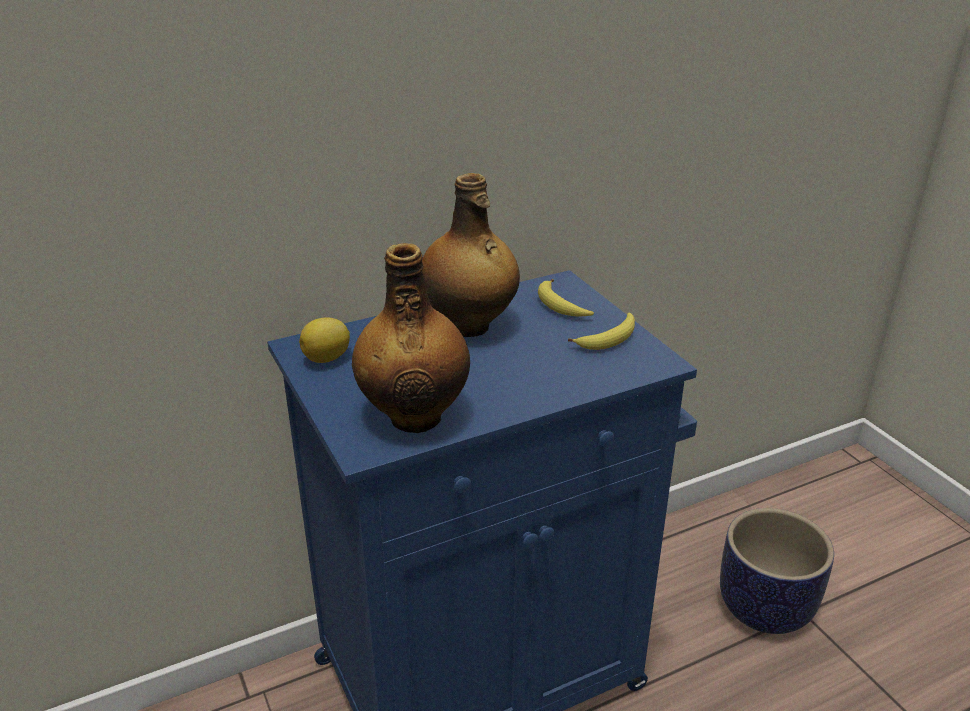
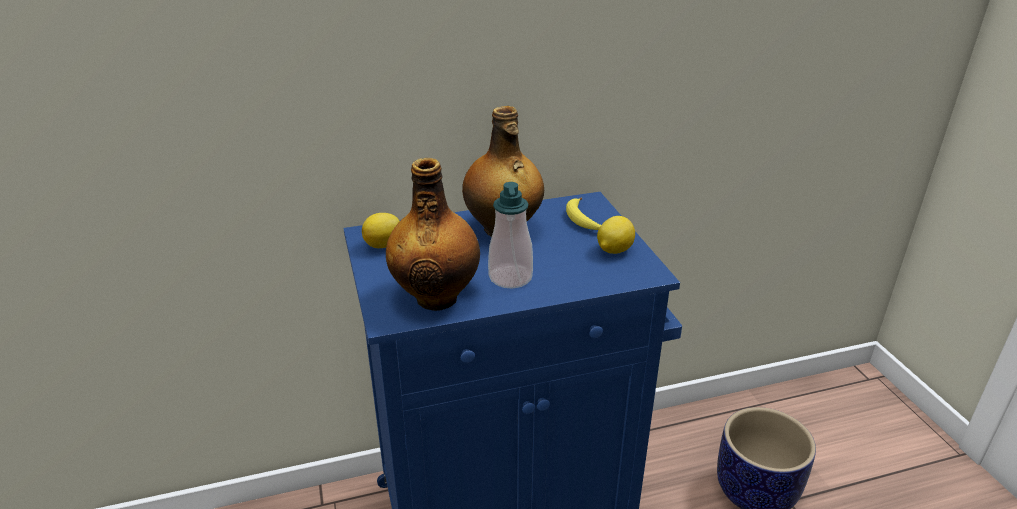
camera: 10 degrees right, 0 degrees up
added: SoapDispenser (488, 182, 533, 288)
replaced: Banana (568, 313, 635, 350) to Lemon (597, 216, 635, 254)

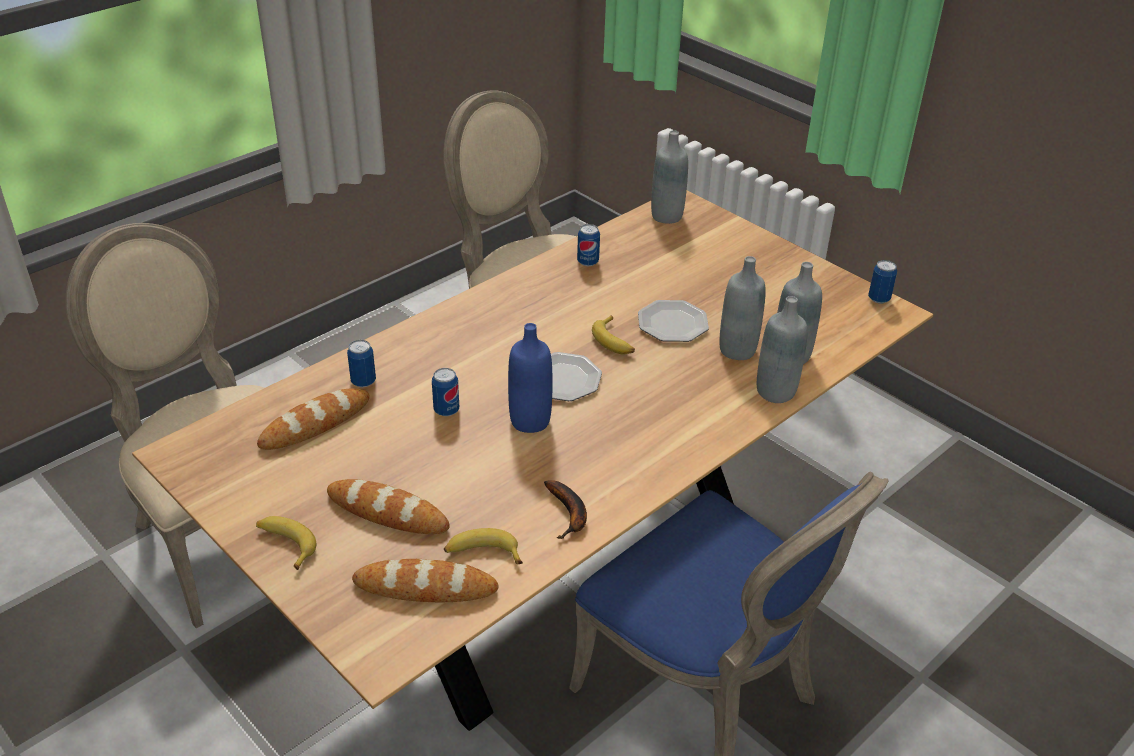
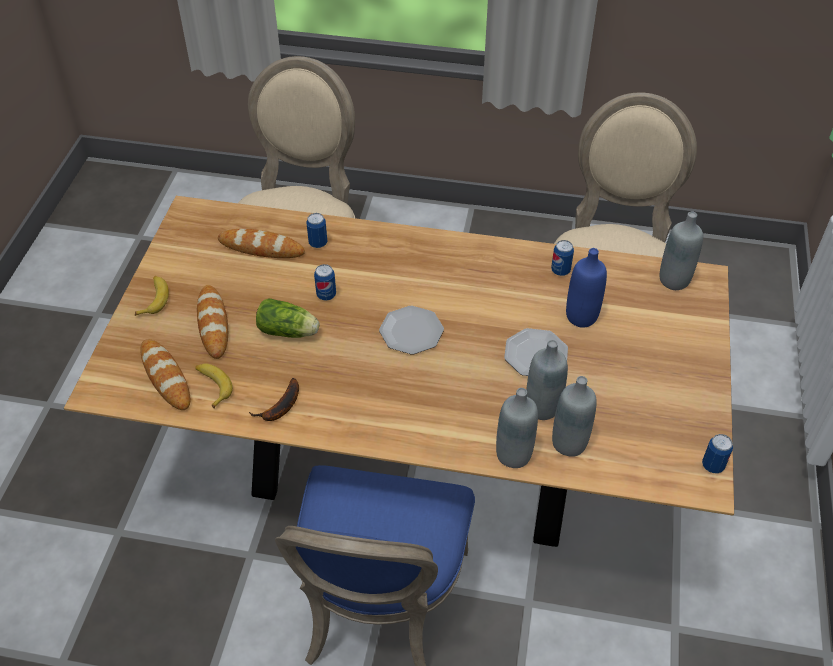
camera: 55 degrees right, 10 degrees up
removed: Banana (592, 315, 635, 354)
added: Lettuce (256, 298, 319, 338)
moved: BlueBottle (508, 323, 553, 433) to (566, 248, 607, 328)

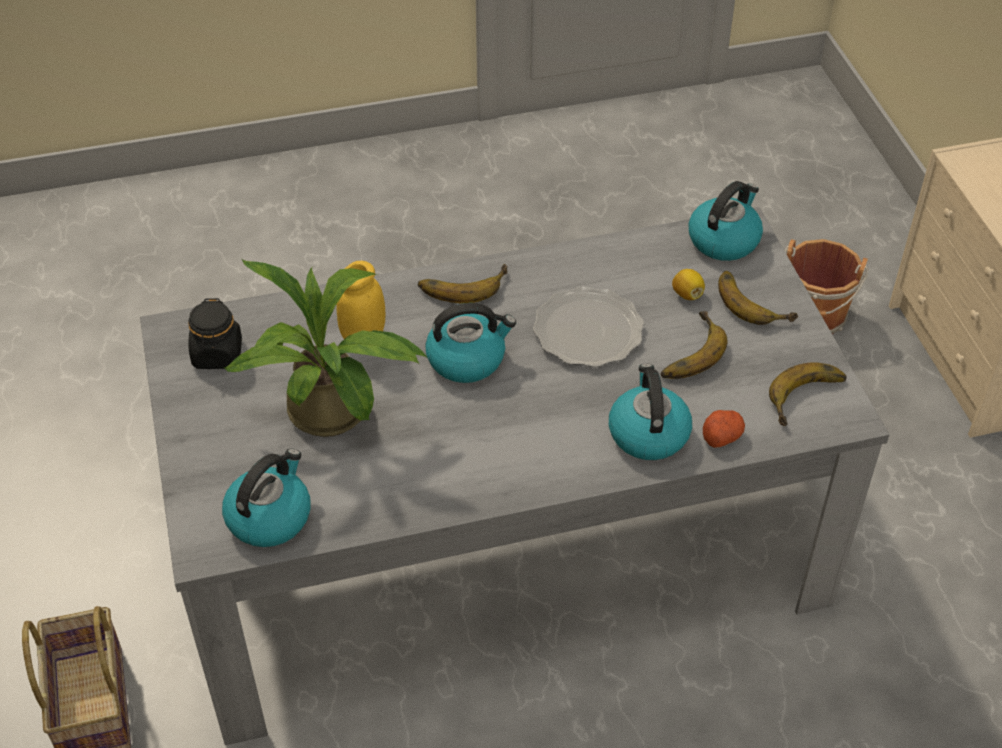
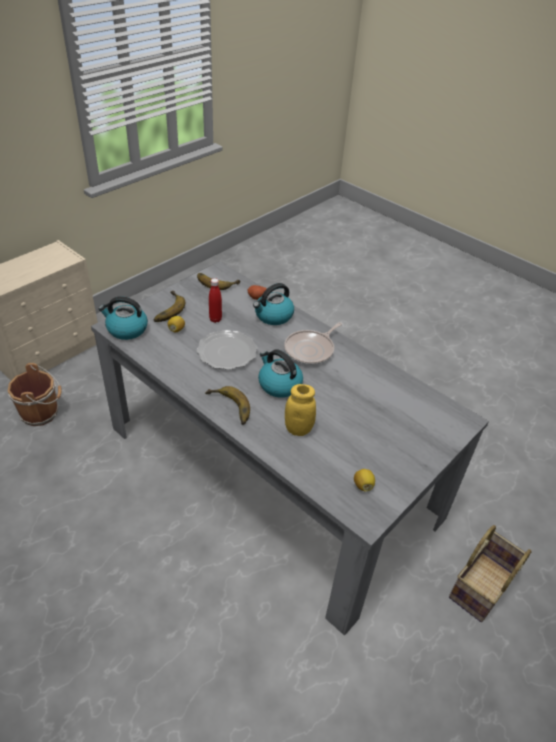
camera: 125 degrees left, 5 degrees down
removed: Kettle (222, 449, 311, 547); PottedPlant (224, 259, 428, 437)
added: FryingPan (284, 322, 342, 365)
replaced: BlackJar (188, 298, 242, 369) to Lemon (354, 469, 375, 491); Banana (661, 311, 727, 379) to RedBottle (209, 278, 222, 323)

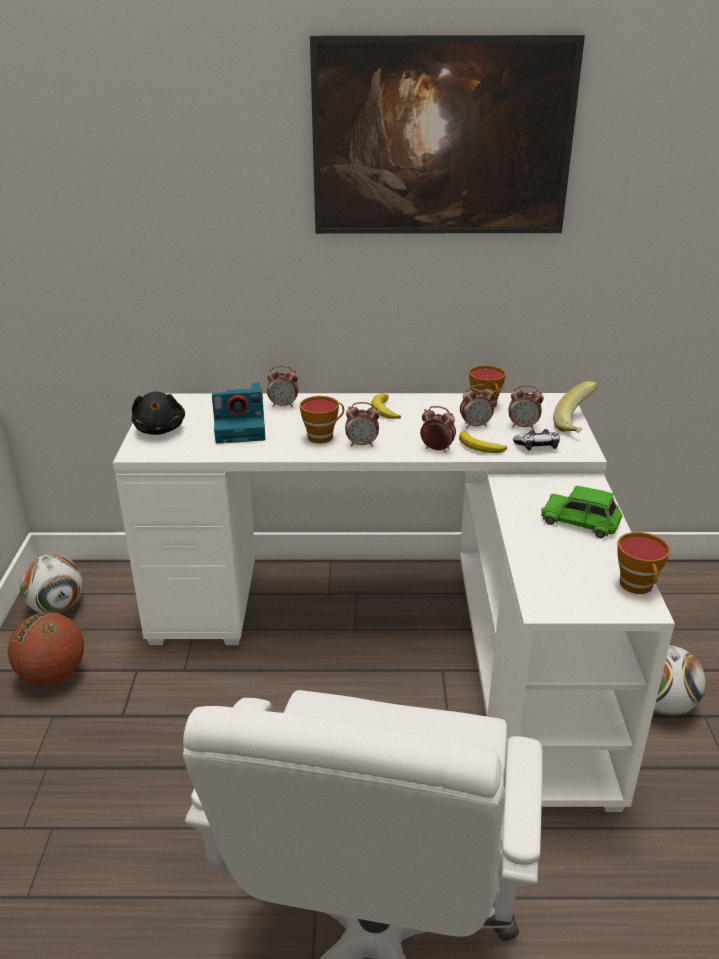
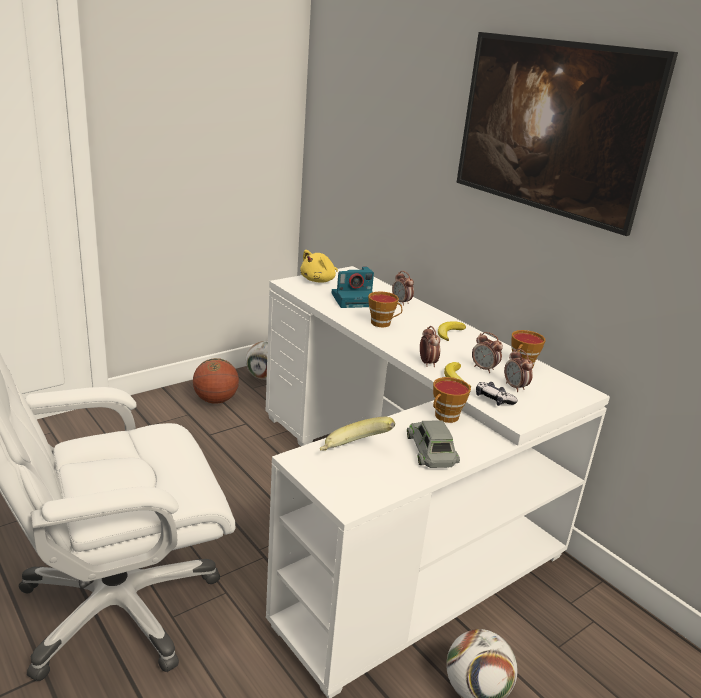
camera: 50 degrees right, 5 degrees down
removed: AlarmClock (345, 402, 380, 447)
moved: Banana (553, 381, 598, 433) to (320, 417, 395, 451); Cup (617, 532, 670, 594) to (433, 377, 471, 423)
recoloured: BlackPlushToy (132, 392, 185, 435) to YellowPlushToy (300, 250, 338, 282); GreenToyCar (541, 486, 623, 538) to GreyToyCar (407, 420, 460, 468)
turned: PhotoCamera (212, 383, 265, 444) = (331, 266, 374, 308) 60 degrees counterclockwise

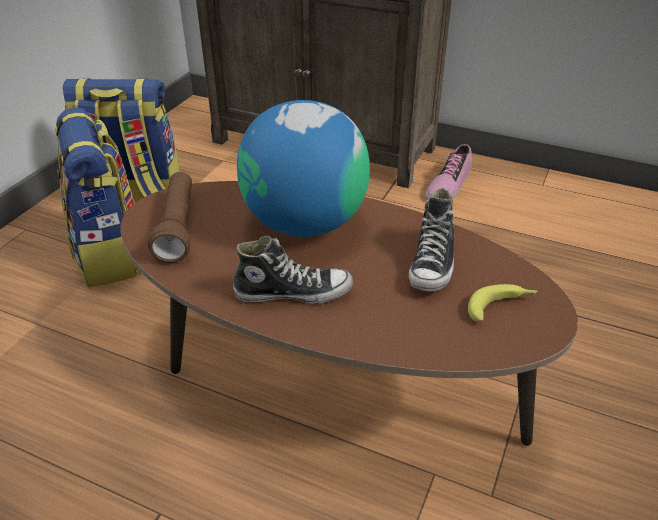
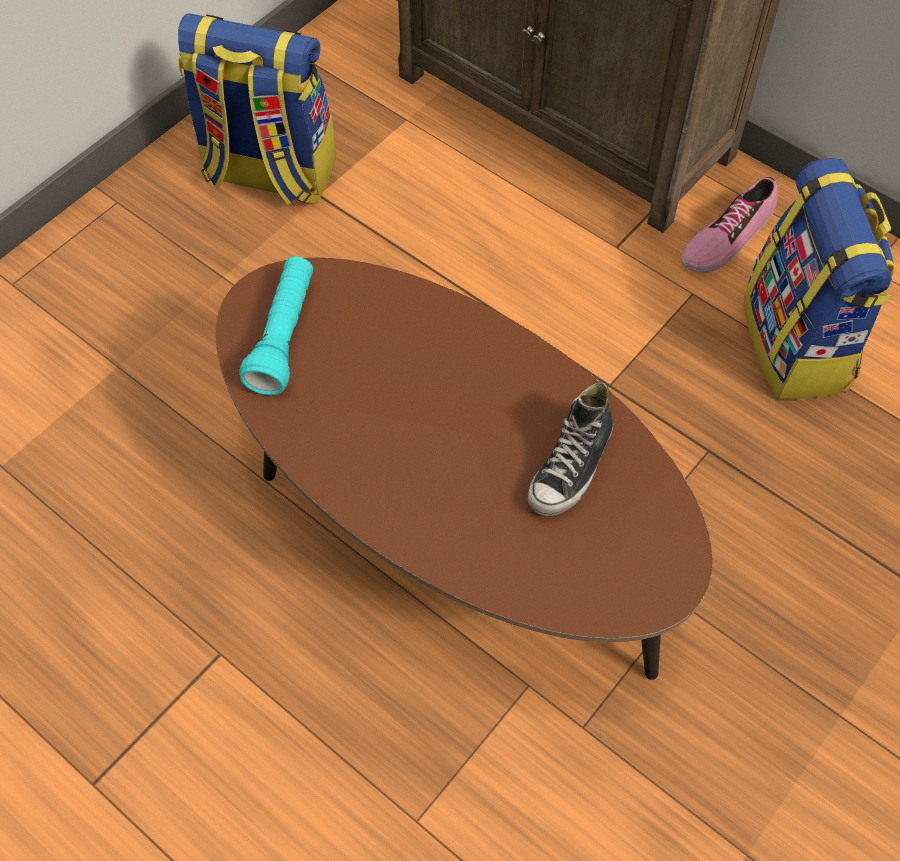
camera: 15 degrees right, 20 degrees up
removed: Shoe (233, 236, 353, 304); Globe (237, 100, 370, 237); Banana (468, 284, 537, 322)
moved: Backpack (56, 107, 141, 287) to (744, 158, 894, 399)
recoloured: BrownFlashlight (148, 172, 192, 263) to TurquoiseFlashlight (239, 257, 313, 396)

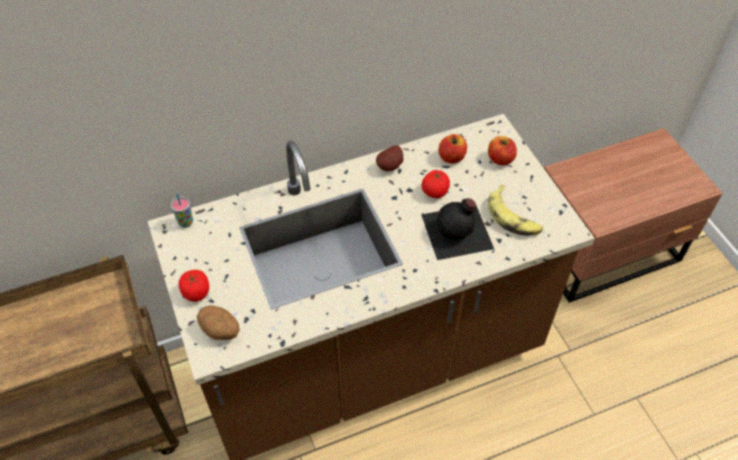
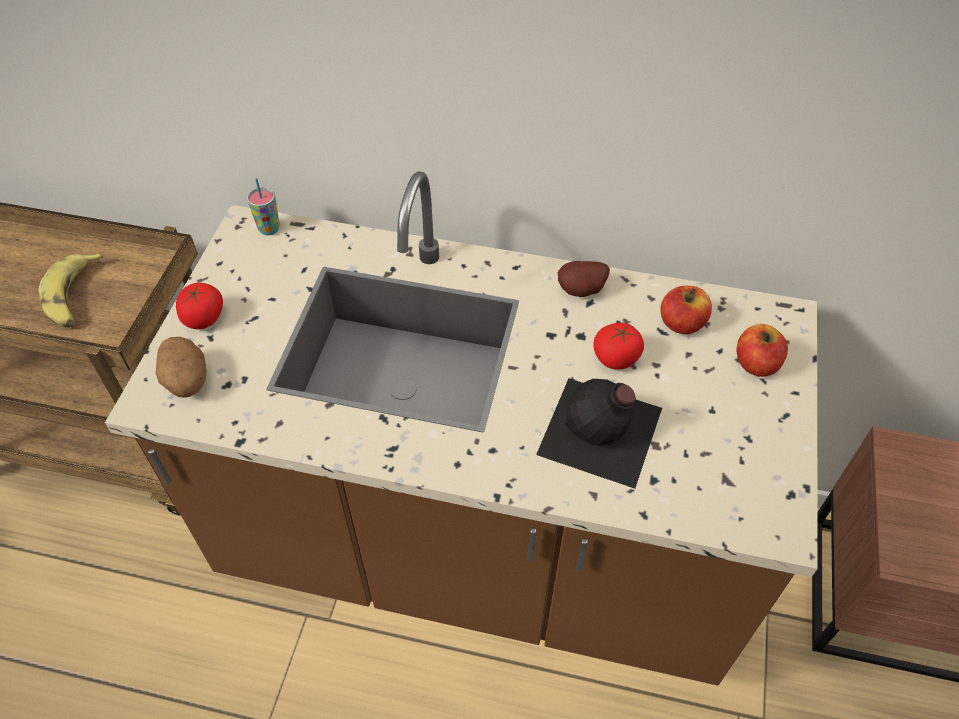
camera: 35 degrees right, 0 degrees up
moved: Banana (488, 185, 543, 236) to (39, 253, 103, 328)

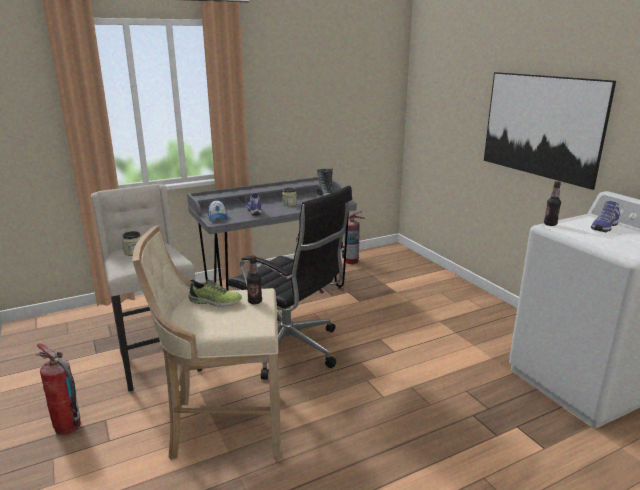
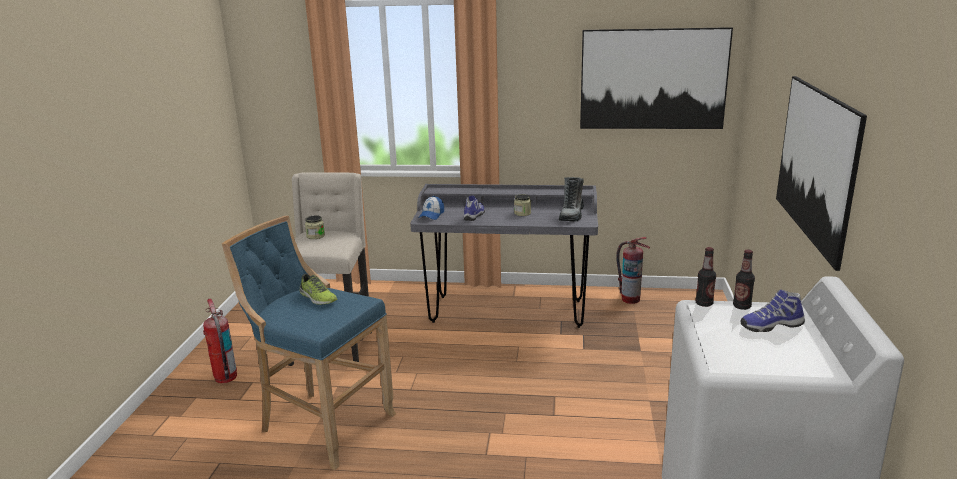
camera: 35 degrees right, 0 degrees up
removed: BlackOfficeChair (228, 186, 352, 379)
added: Picture (580, 27, 733, 129)
moved: Bottle (247, 256, 262, 304) to (733, 249, 755, 310)
recoloured: BeigeStool (132, 226, 282, 462) to BlueStool (222, 216, 396, 470)

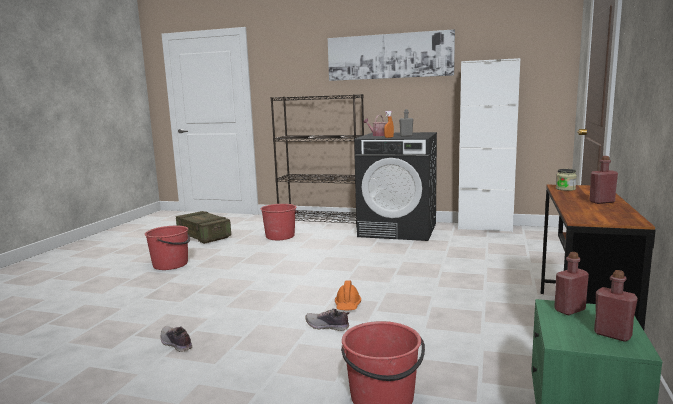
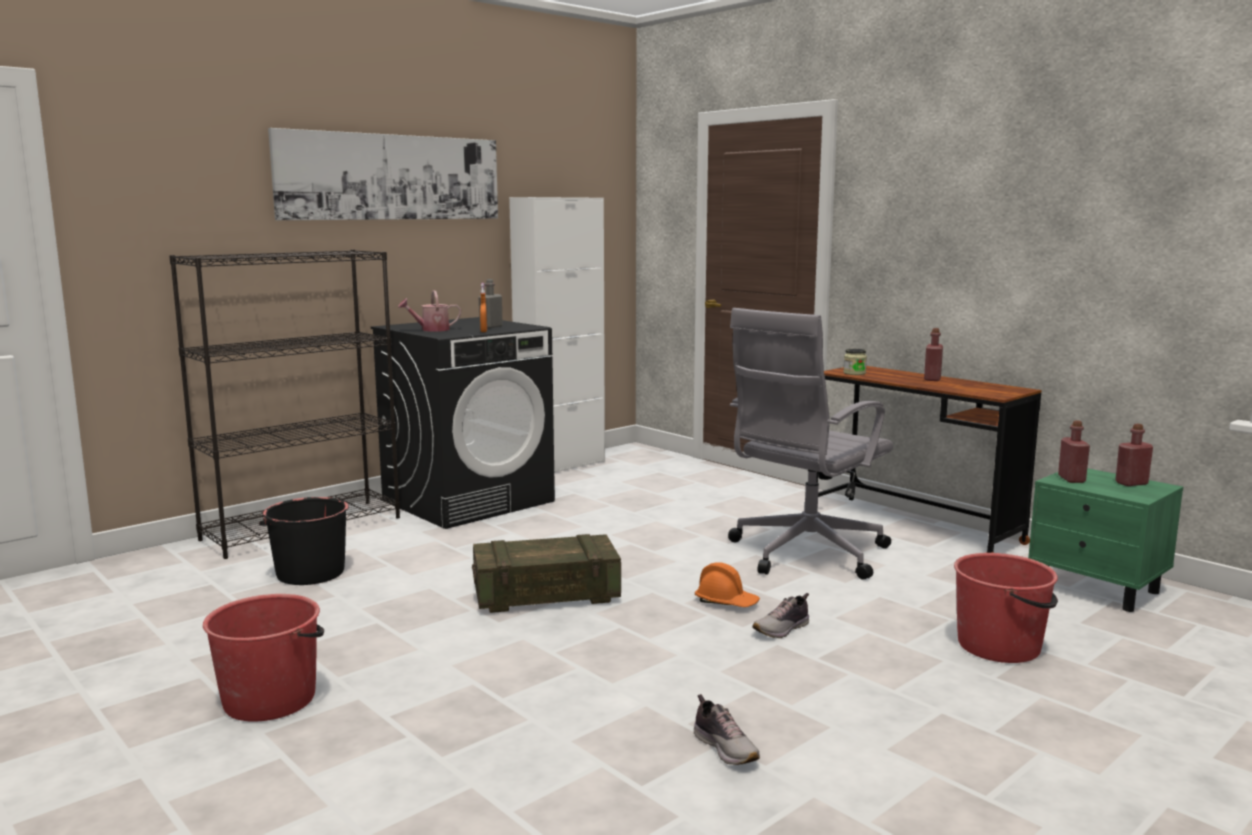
camera: 60 degrees left, 0 degrees up
added: GreyOfficeChair (728, 308, 893, 580)
moved: Crate (176, 211, 231, 244) to (472, 534, 621, 613)
recoloured: RedBucket (260, 204, 298, 240) to BlackBucket (259, 497, 349, 585)
turned: Shoe (161, 326, 192, 352) = (694, 694, 760, 765) 105 degrees counterclockwise

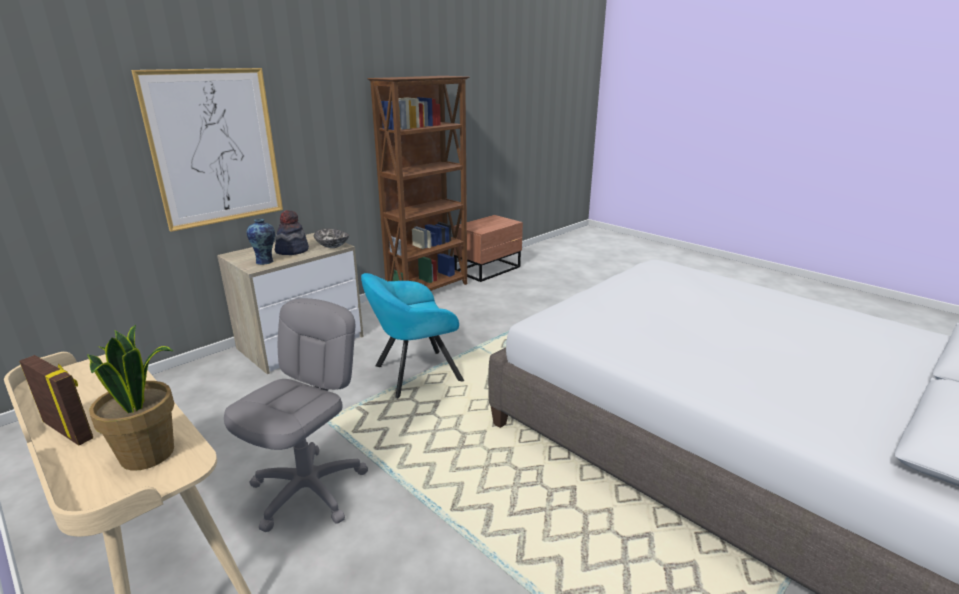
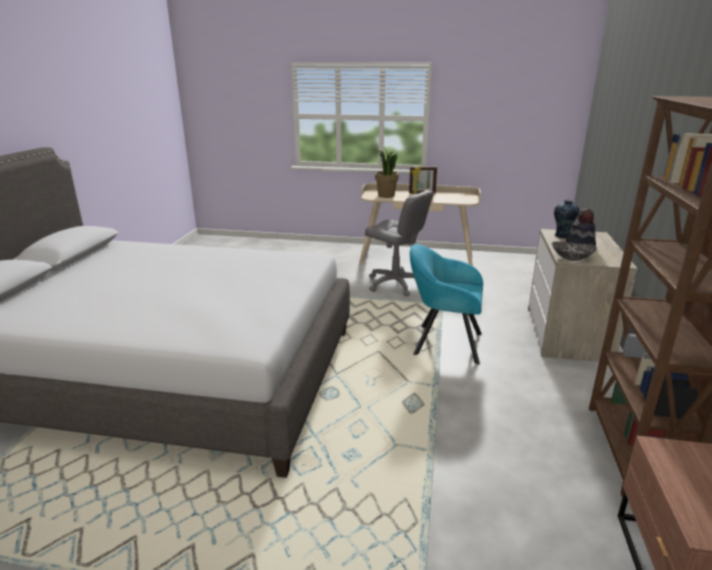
camera: 145 degrees right, 0 degrees up
removed: Picture (131, 68, 283, 232)
turned: GreyOfficeChair (224, 298, 368, 532) = (365, 190, 434, 296) 45 degrees counterclockwise; TurquoiseArmchair (361, 273, 464, 399) = (410, 244, 483, 365) 105 degrees counterclockwise

